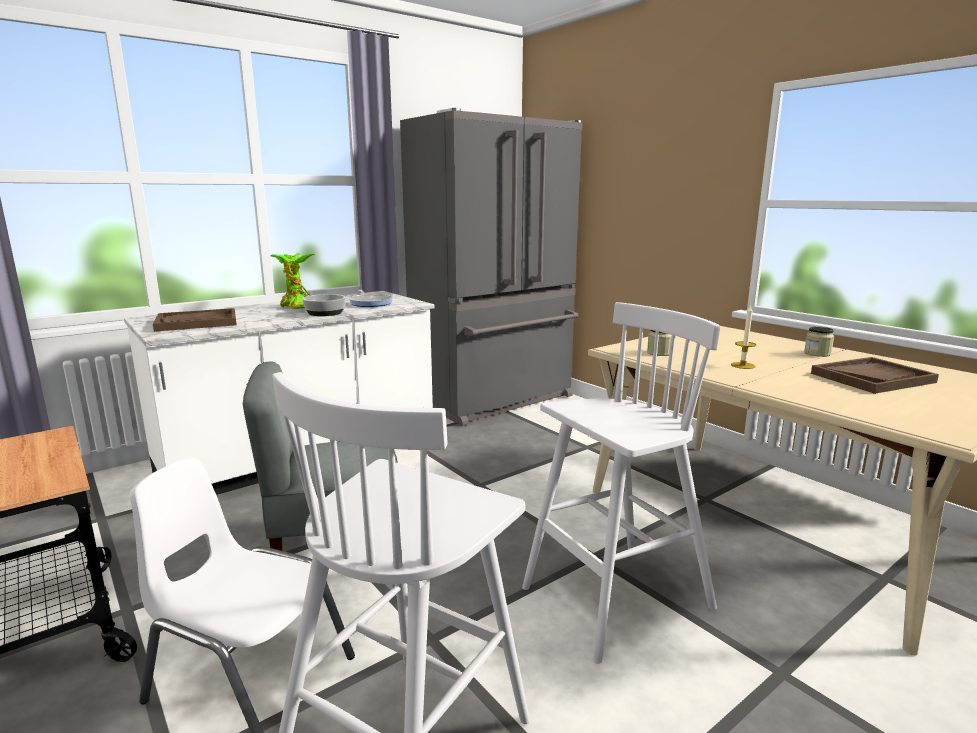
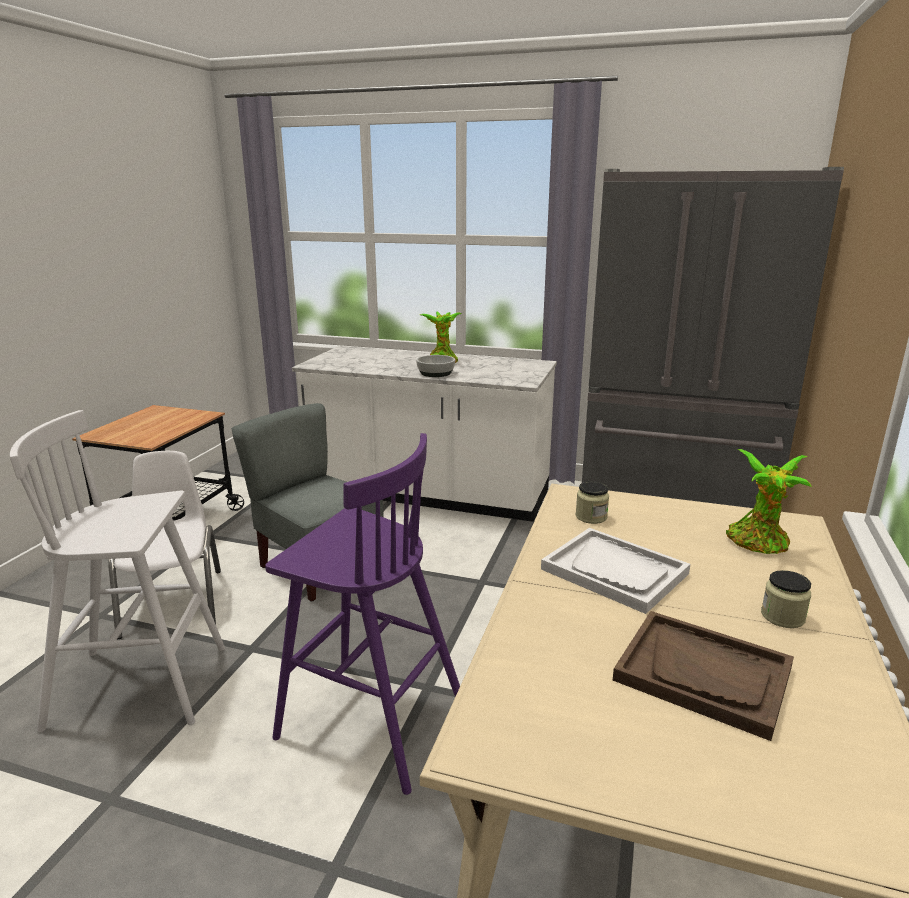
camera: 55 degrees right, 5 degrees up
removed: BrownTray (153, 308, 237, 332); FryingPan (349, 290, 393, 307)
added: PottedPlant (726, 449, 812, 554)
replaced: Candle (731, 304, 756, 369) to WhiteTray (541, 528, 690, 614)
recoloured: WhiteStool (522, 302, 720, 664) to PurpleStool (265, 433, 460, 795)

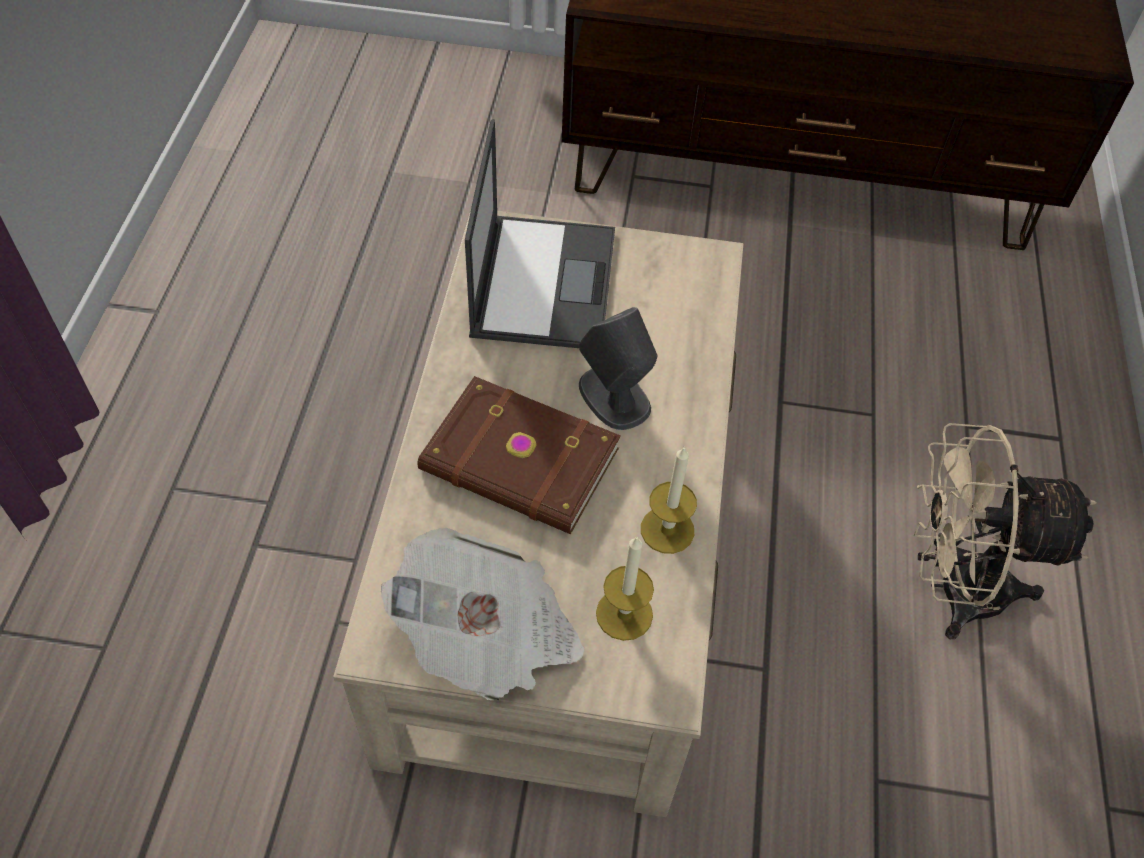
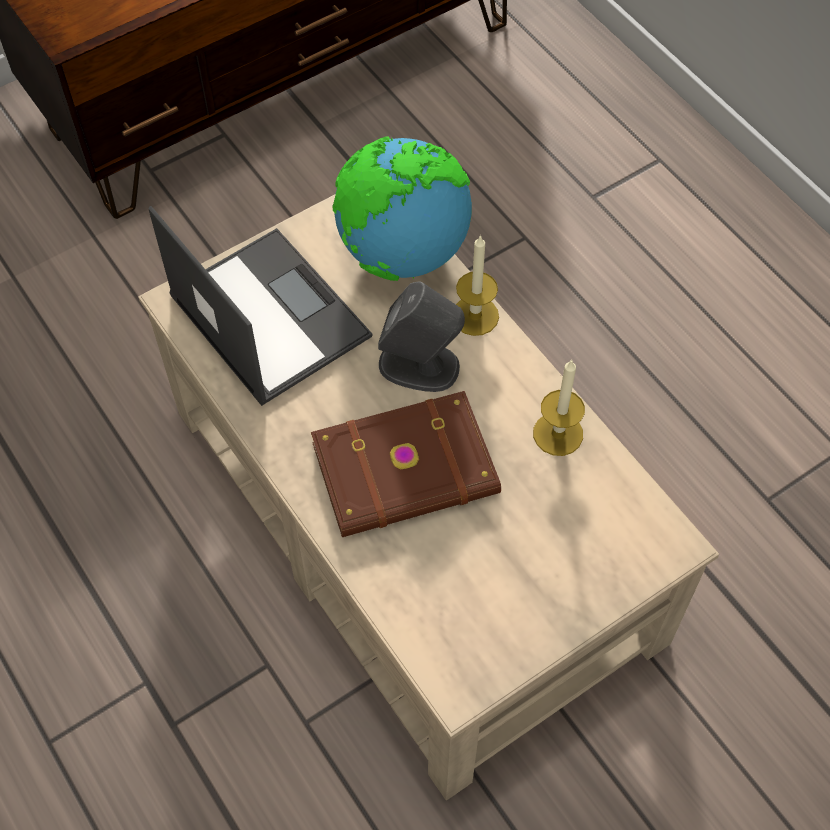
camera: 40 degrees left, 5 degrees up
removed: Newspaper (381, 528, 585, 700); BeigeFan (914, 423, 1097, 639)
added: Globe (333, 136, 472, 281)
moved: Candle (596, 536, 654, 641) to (456, 235, 499, 336)

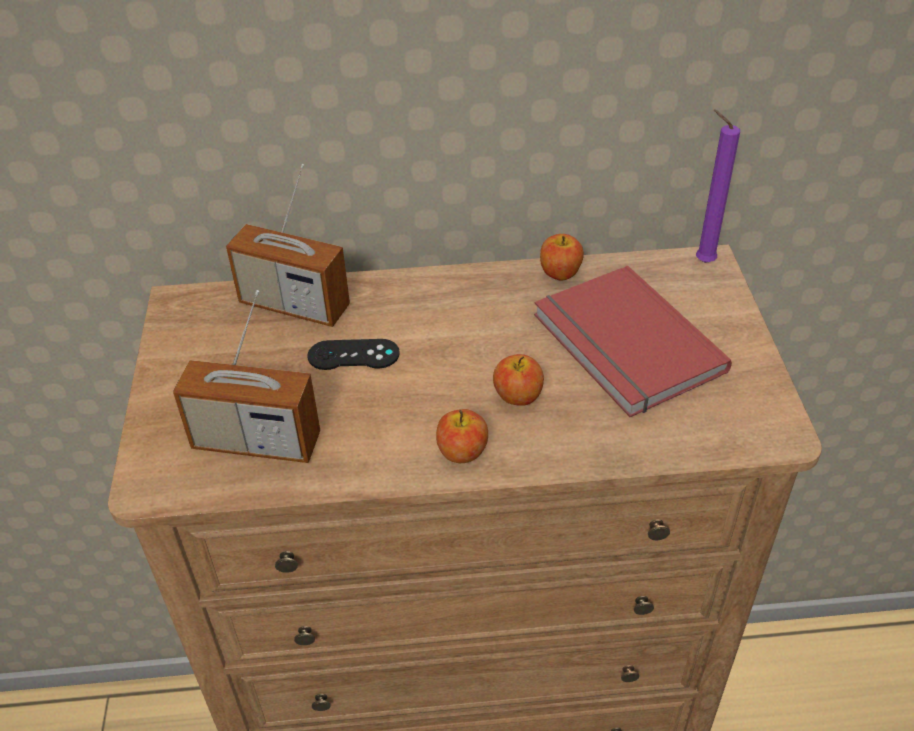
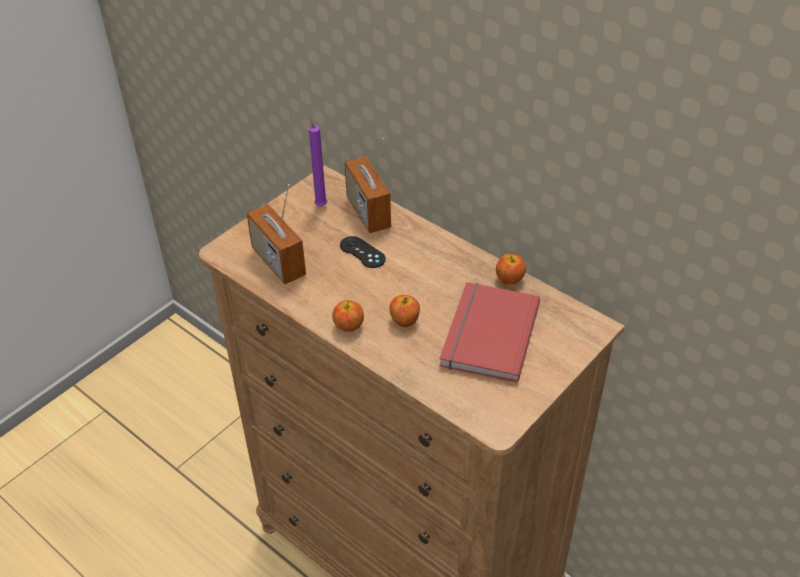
camera: 45 degrees right, 0 degrees up
moved: PurpleCandle (696, 109, 740, 263) to (309, 113, 327, 207)

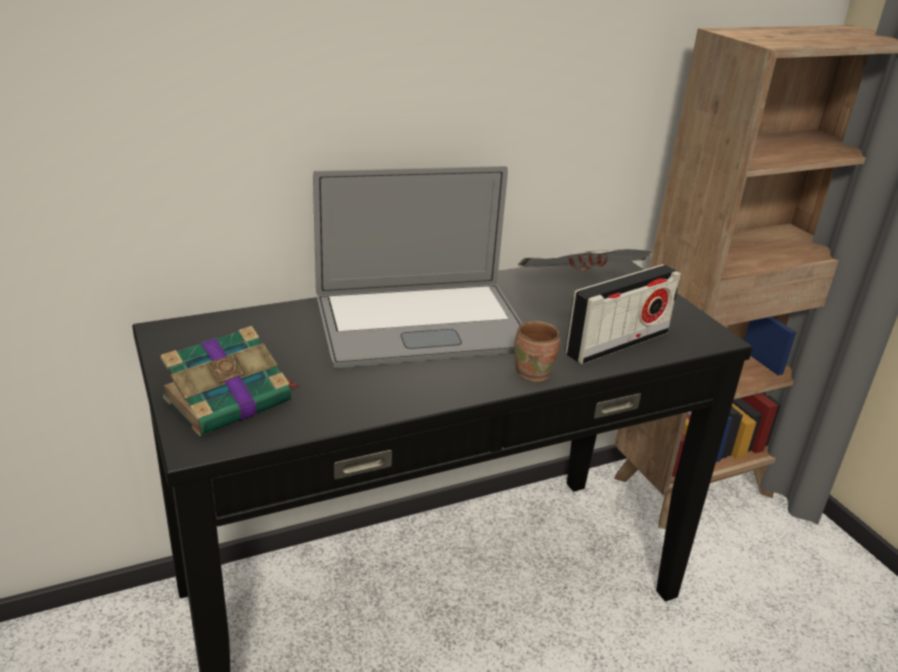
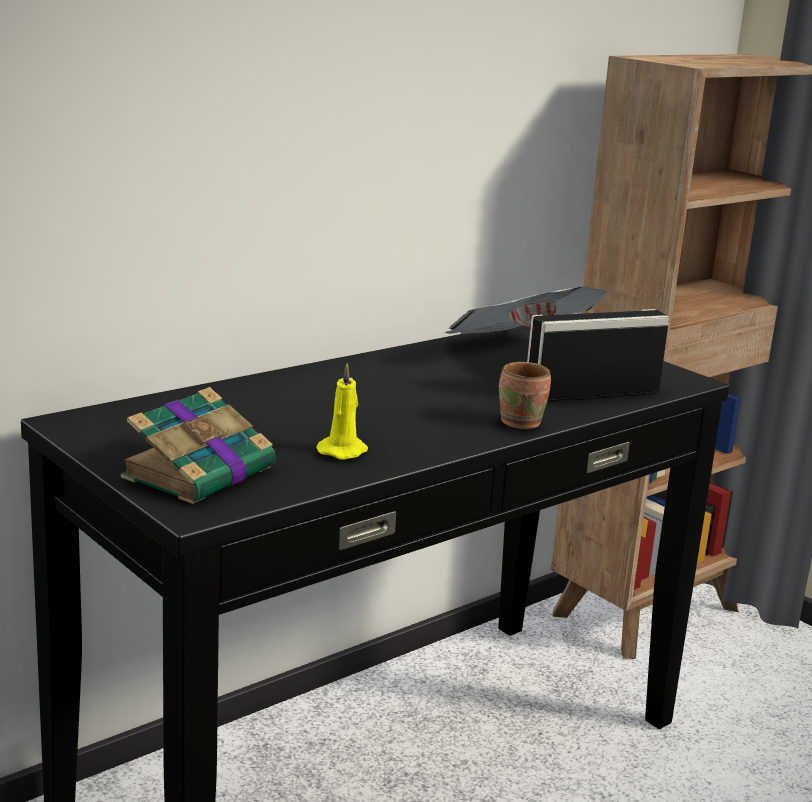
camera: 15 degrees left, 10 degrees down
removed: Laptop (313, 166, 523, 369)
added: YellowCandle (316, 363, 368, 460)
turned: Radio (565, 264, 681, 364) = (527, 309, 669, 400) 150 degrees counterclockwise

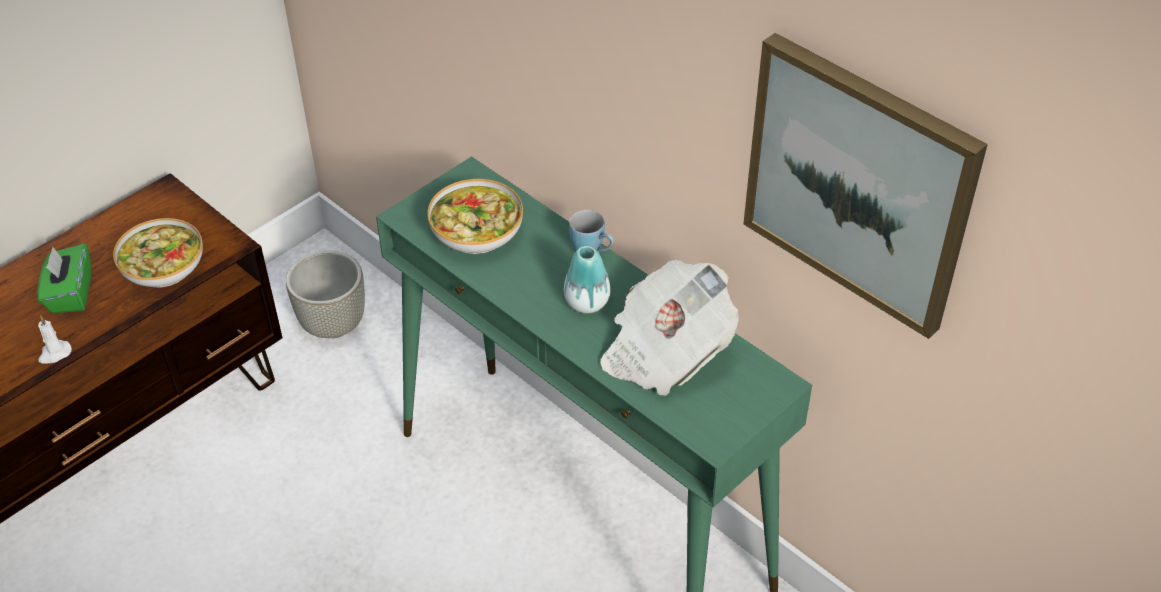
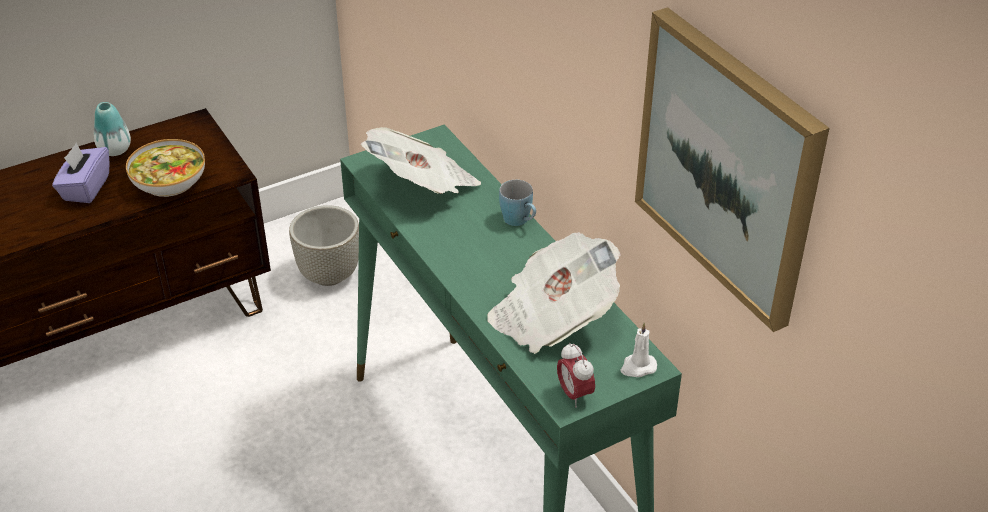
camera: 15 degrees right, 5 degrees down
added: AlarmClock (557, 343, 595, 407)
moved: WhiteCandle (38, 316, 72, 364) to (620, 323, 657, 377); Vase (564, 246, 611, 313) to (94, 102, 131, 156)
replaced: Bowl (427, 179, 523, 254) to Newspaper (360, 127, 481, 194)
recoloured: GreenTissueBox (38, 243, 91, 313) to PurpleTissueBox (52, 143, 109, 203)

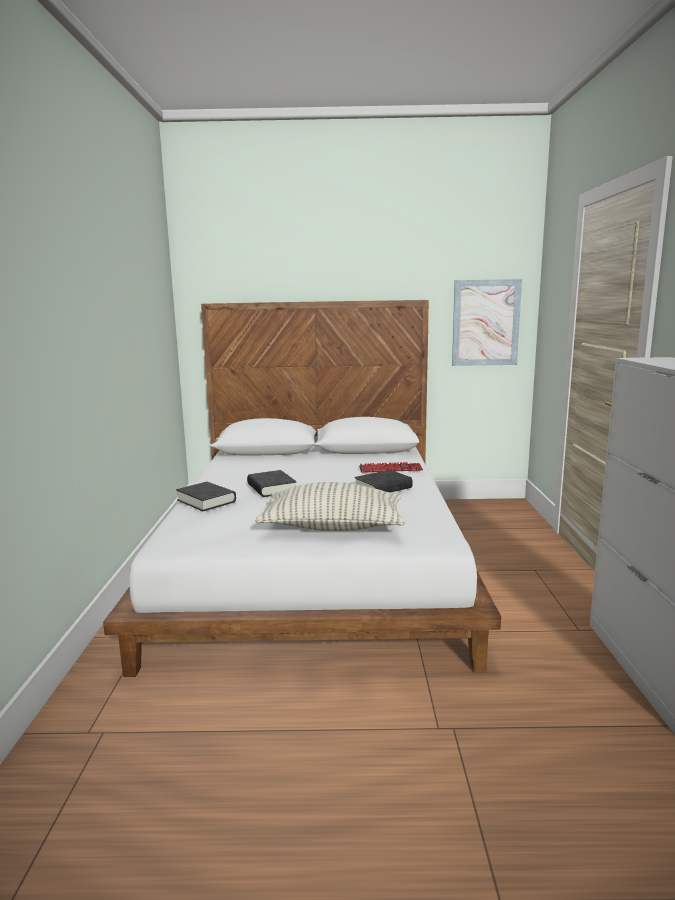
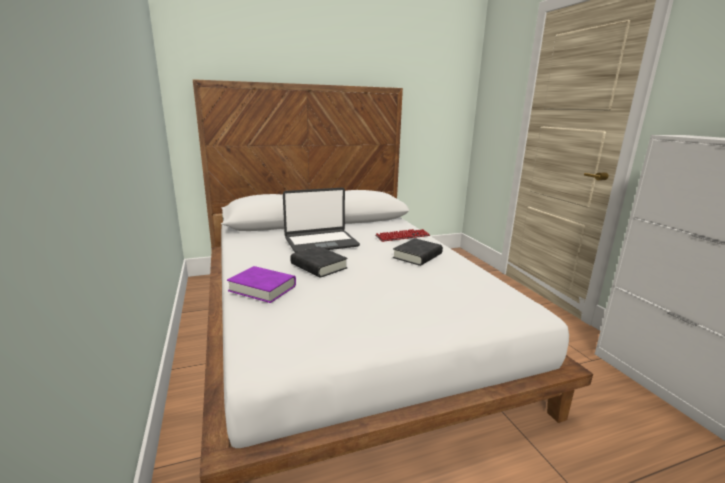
camera: 20 degrees left, 5 degrees up
removed: Pillow (255, 482, 404, 531); Picture (452, 279, 522, 366)
added: Laptop (283, 188, 360, 253)
recoloured: BlackBook (176, 482, 236, 511) to PurpleBook (227, 266, 296, 303)

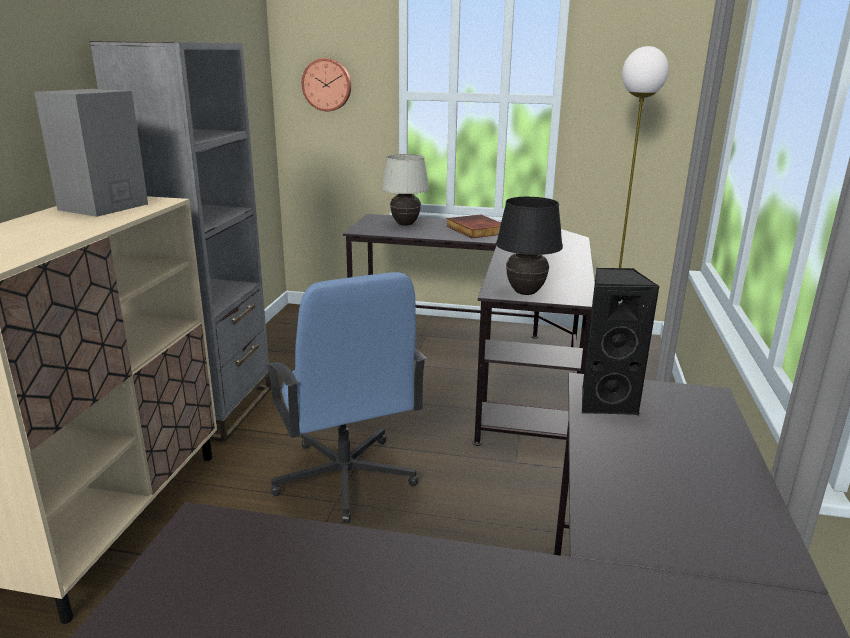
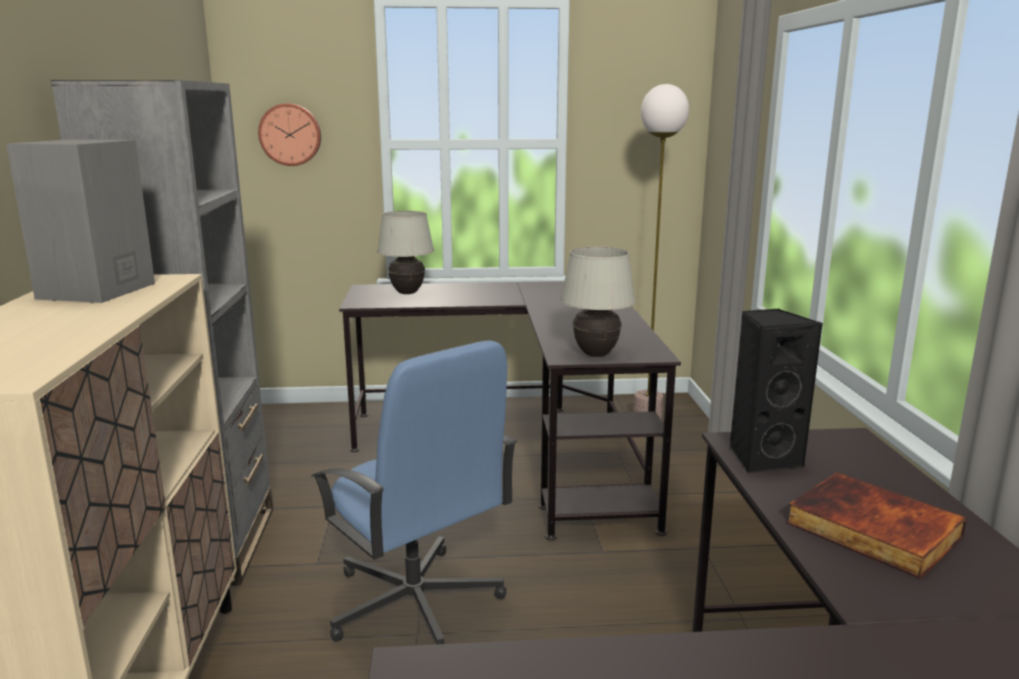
camera: 15 degrees left, 5 degrees down
moved: Book (446, 215, 501, 238) to (786, 472, 967, 579)
recoloured: BlackTableLamp (496, 197, 563, 295) to WhiteTableLamp (561, 247, 636, 357)

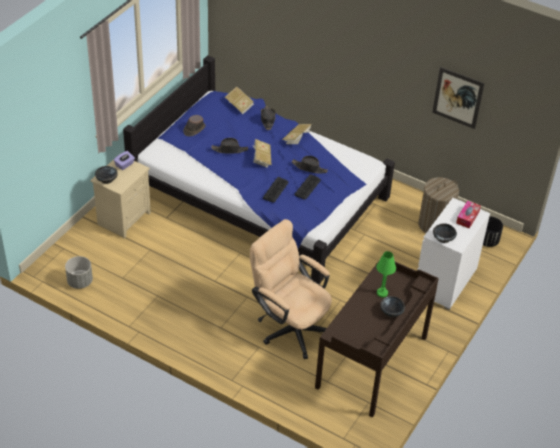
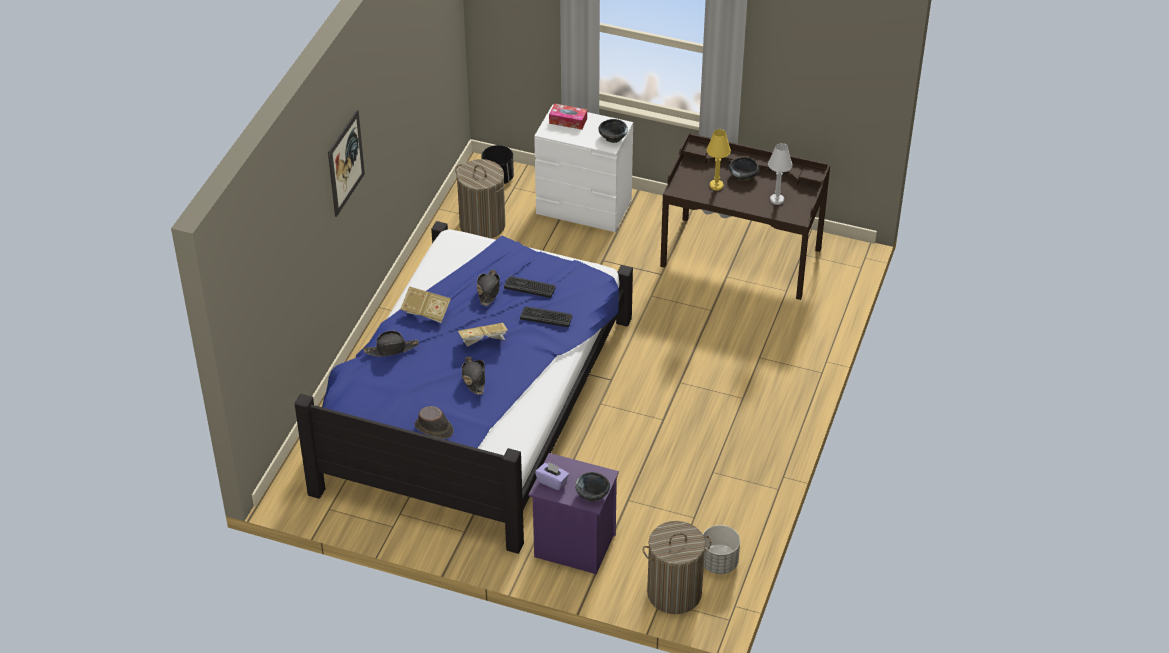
camera: 100 degrees left, 0 degrees up
removed: Book (225, 87, 254, 114); BeigeOfficeChair (250, 219, 332, 359)
added: LaundryBasket (642, 521, 711, 614); WhiteTableLamp (768, 143, 792, 205)
moved: Picture (432, 67, 485, 129) to (328, 109, 365, 217)
recoloured: BeigeNightstand (90, 160, 151, 239) to PurpleNightstand (529, 453, 619, 574); GreenTableLamp (376, 251, 396, 297) to YellowTableLamp (707, 129, 731, 190)

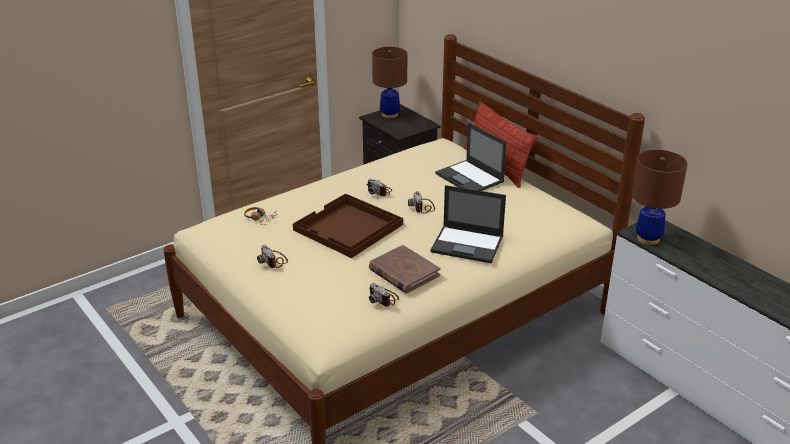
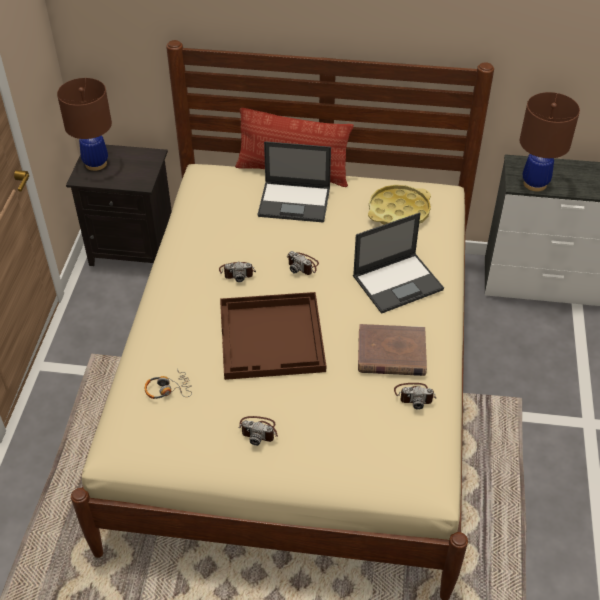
camera: 45 degrees left, 15 degrees up
added: YellowTray (368, 185, 431, 225)

